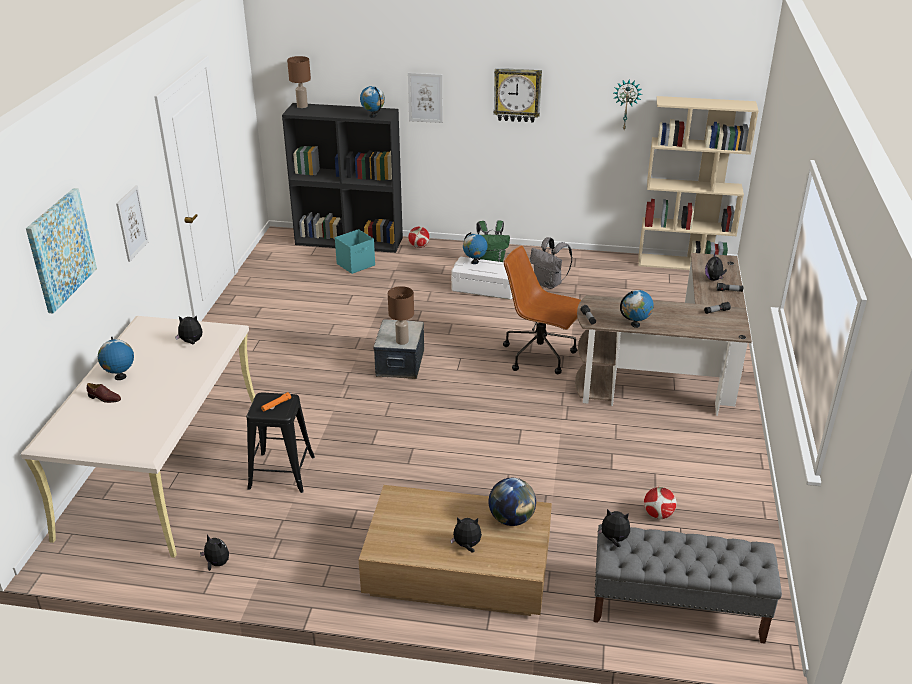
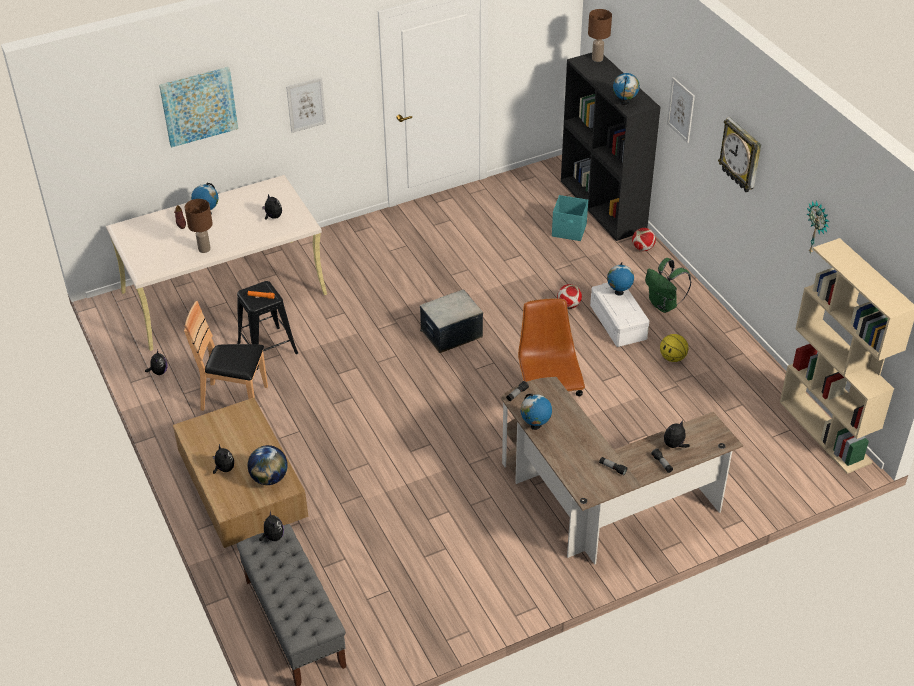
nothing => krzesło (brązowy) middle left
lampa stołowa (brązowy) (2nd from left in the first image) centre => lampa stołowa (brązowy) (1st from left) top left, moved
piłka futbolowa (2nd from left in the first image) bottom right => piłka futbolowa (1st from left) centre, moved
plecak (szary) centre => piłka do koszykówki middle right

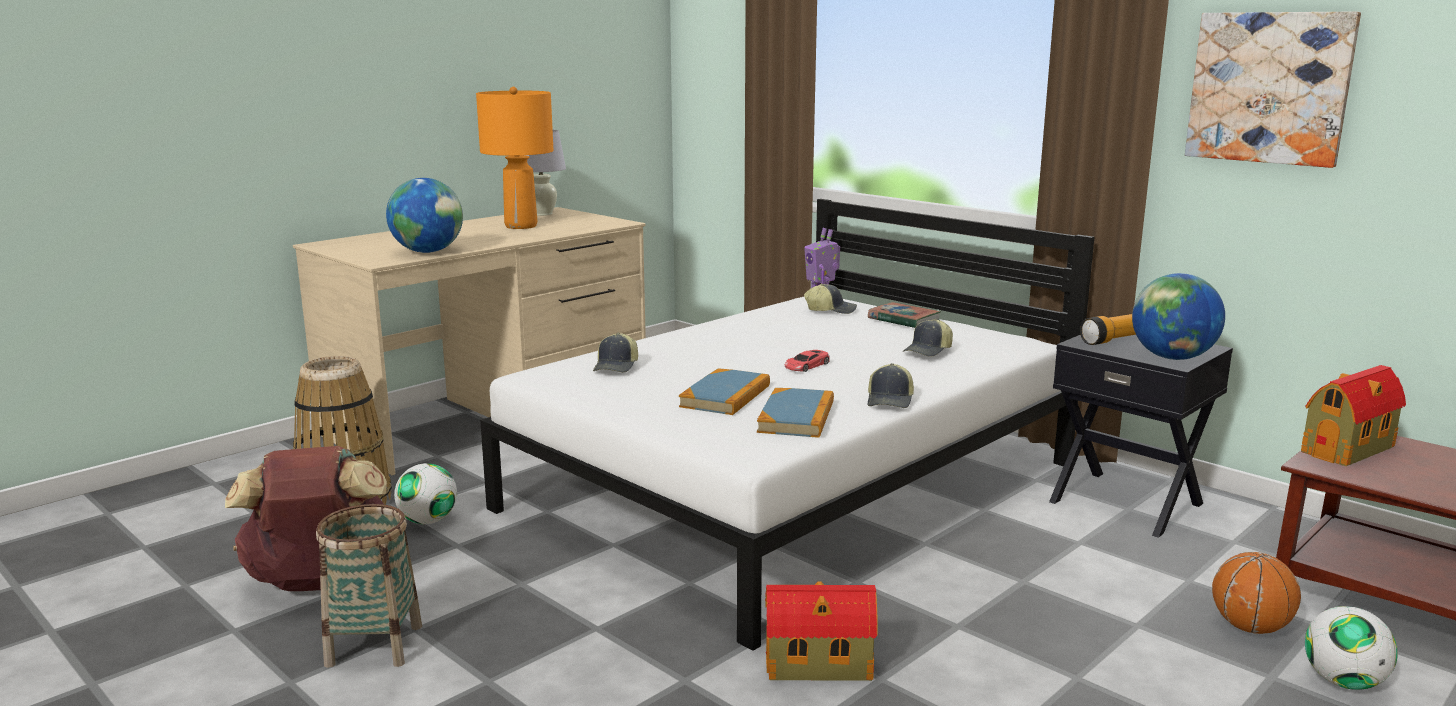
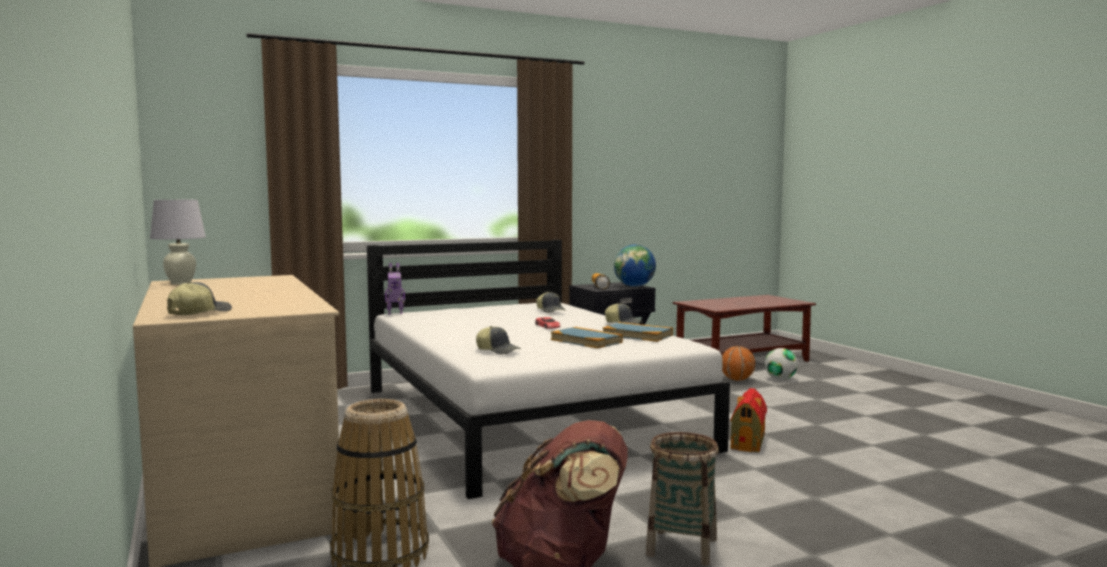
globus (1st from left) top left => nothing
piłka futbolowa (1st from left) bottom left => nothing
lampa stołowa (pomarańczowy) top centre => nothing
książka (3rd from left) centre => nothing
obraz top right => nothing
domek (2nd from left) middle right => nothing
czapka z daszkiem (2nd from left in the first image) centre => czapka z daszkiem (1st from left) middle left, moved

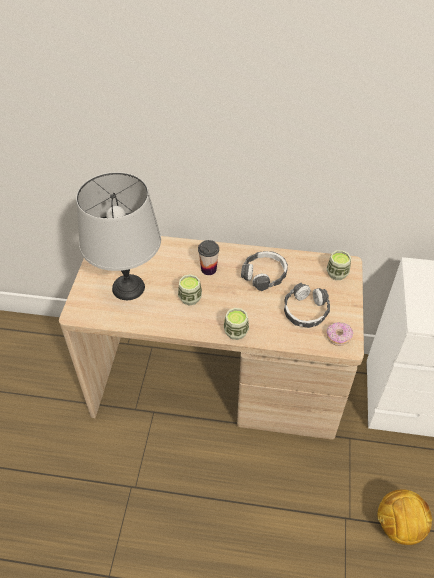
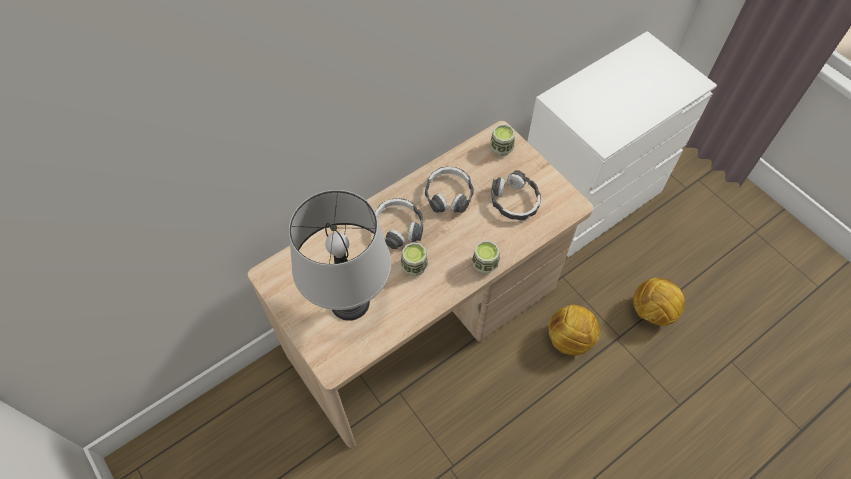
donut middle right => nothing
nothing => piłka futbolowa (1st from left) bottom right
filiżanka (2nd from left) centre => słuchawki (1st from left) centre

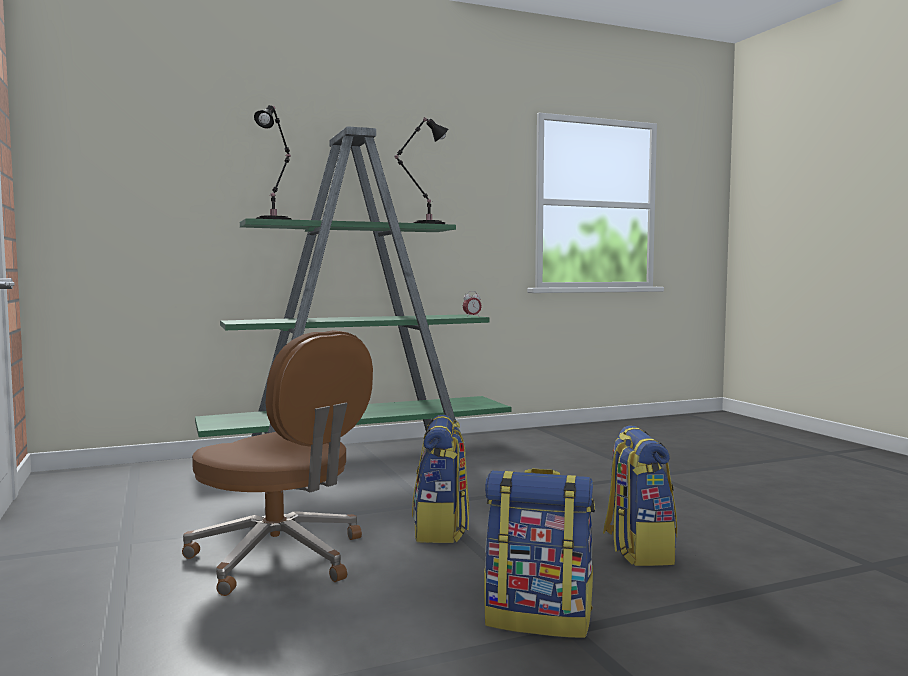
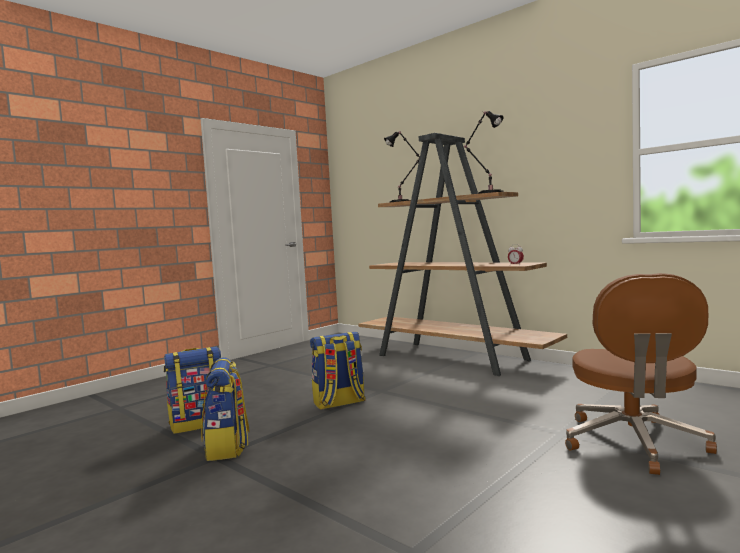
krzesło biurowe (brązowy) bottom left => krzesło biurowe (brązowy) bottom right, moved
plecak (3rd from left in the first image) bottom right => plecak (1st from left) bottom left, moved
regał (zielony) centre => regał (brązowy) centre

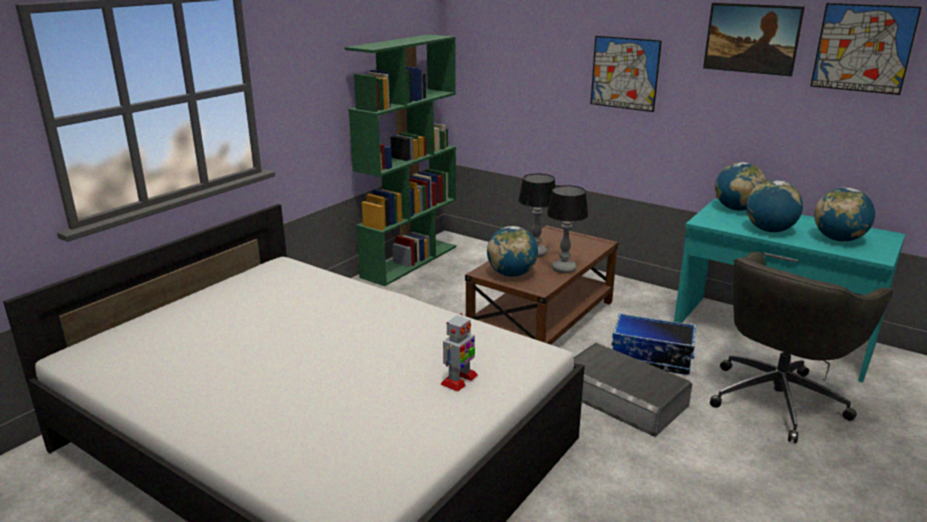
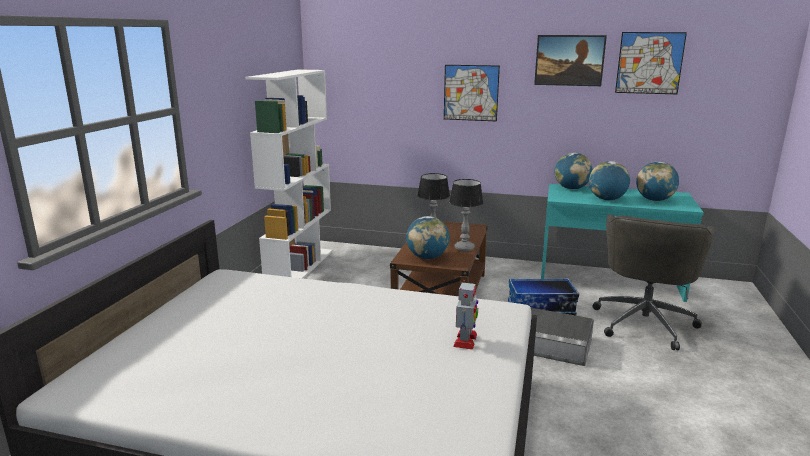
regał (zielony) top centre => regał (biały) centre

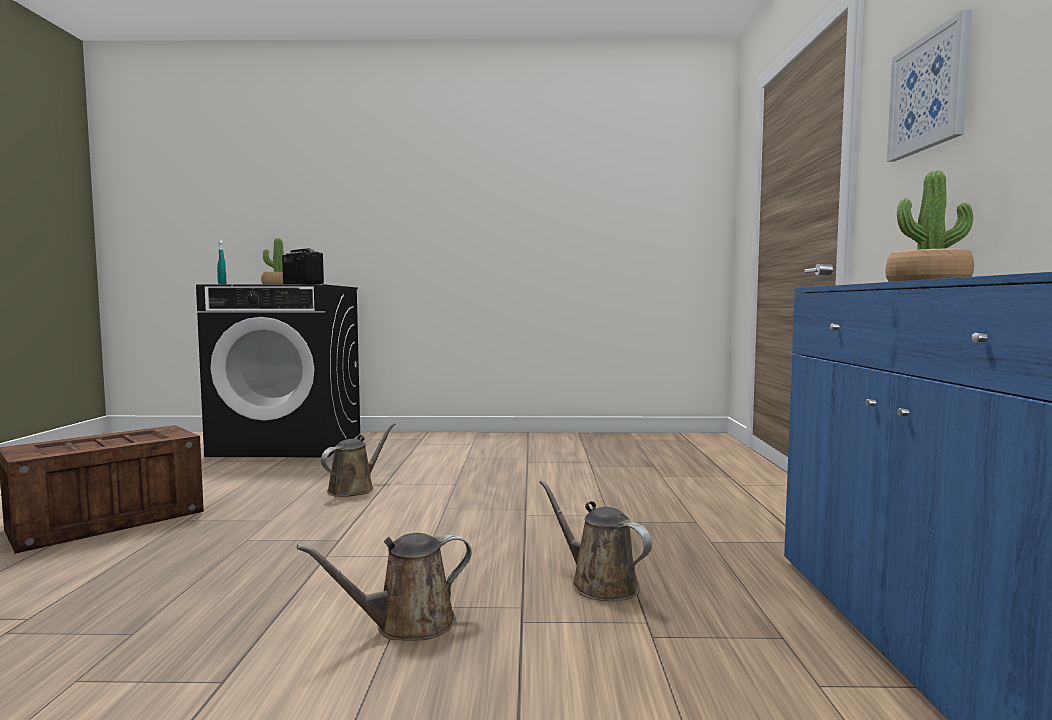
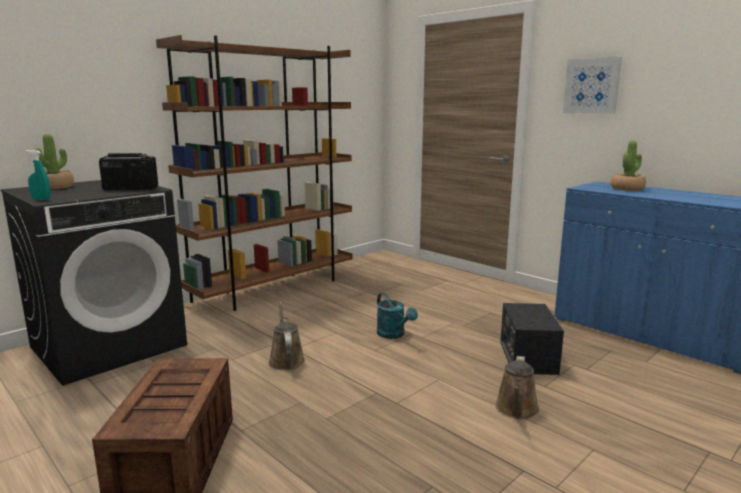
nothing => regał (brązowy) centre
nothing => konewka (turkusowy) centre
konewka (brązowy) (3rd from left) bottom centre => radio (2nd from left) bottom right

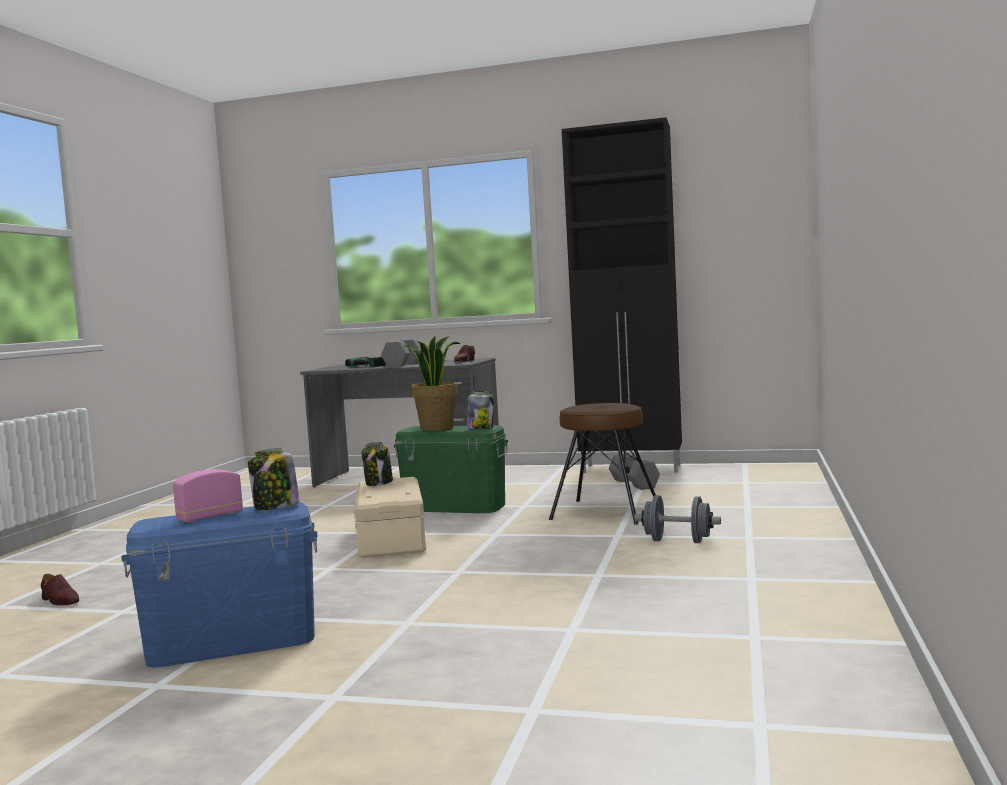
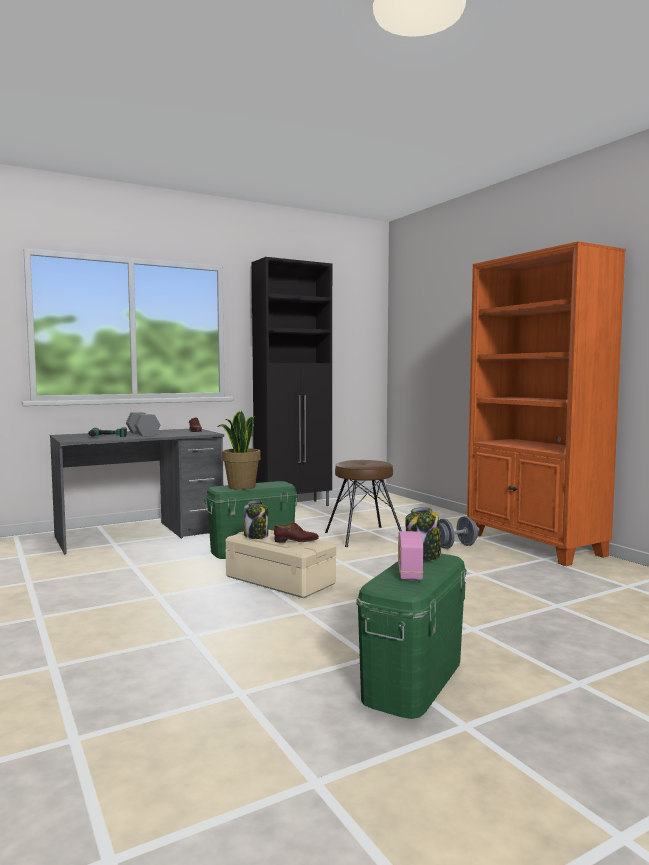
słoik (3rd from left) centre => nothing
hantel (szary) (2nd from left) centre => nothing
nothing => regał (pomarańczowy) middle right
but (brązowy) (1st from left in the first image) bottom left => but (brązowy) (2nd from left) centre, moved
pojemnik do przechowywania (niebieski) bottom left => pojemnik do przechowywania (zielony) (2nd from left) bottom centre

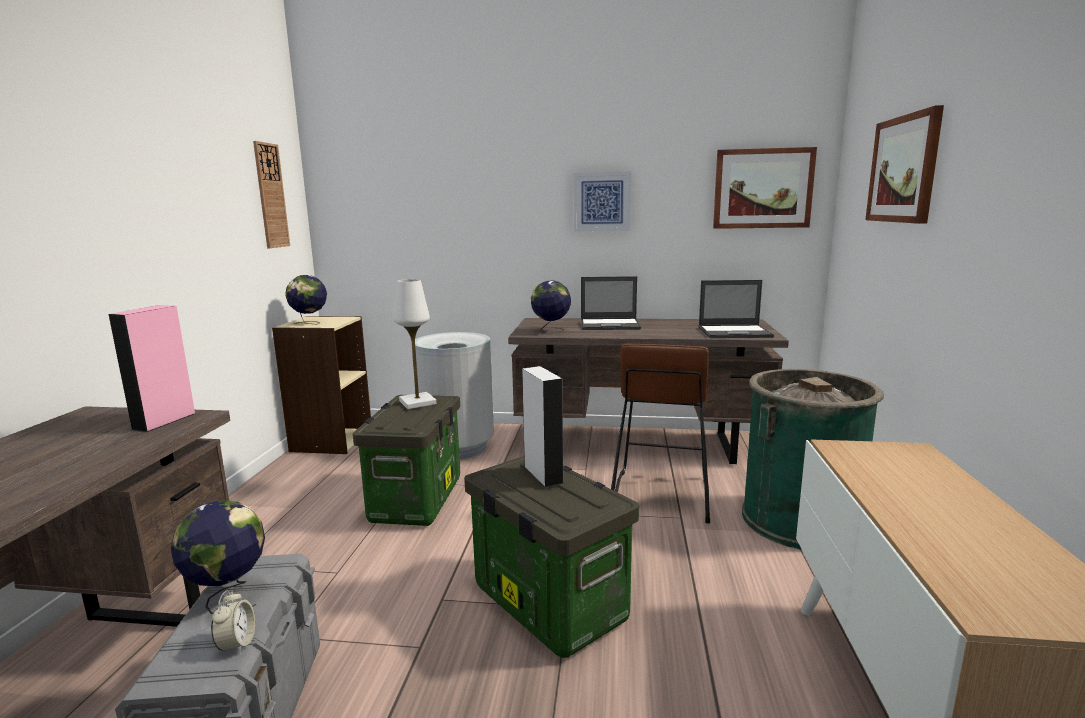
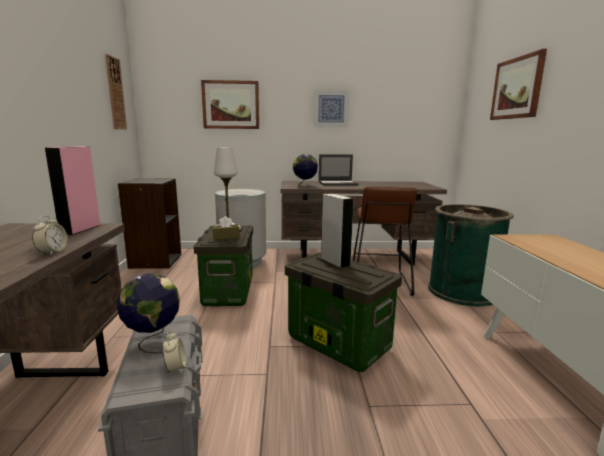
globus (2nd from left) middle left => nothing
laptop (2nd from left) middle right => nothing
nothing => budzik (1st from left) middle left
nothing => pudełko chusteczek (brązowy) centre
obraz (2nd from left in the first image) top right => obraz (1st from left) top centre, moved
regał (beżowy) middle left => regał (czarny) middle left

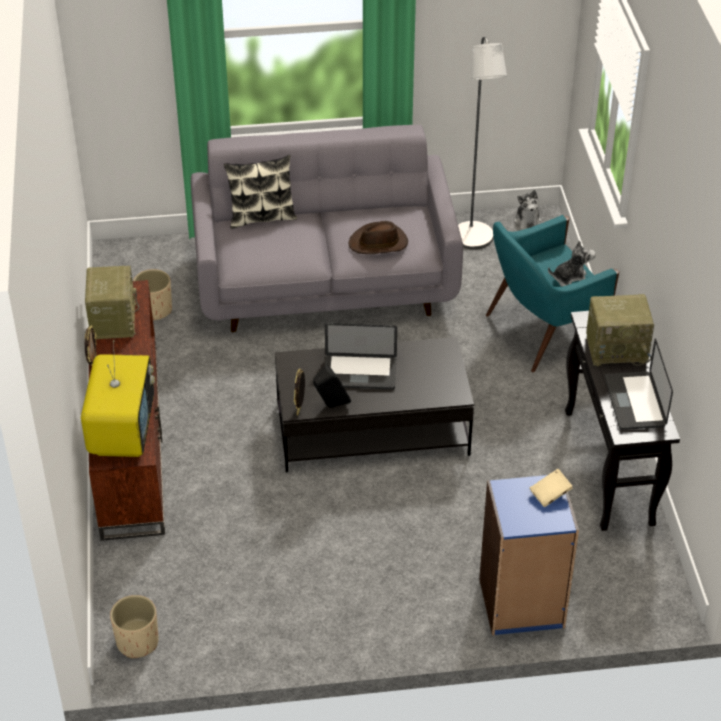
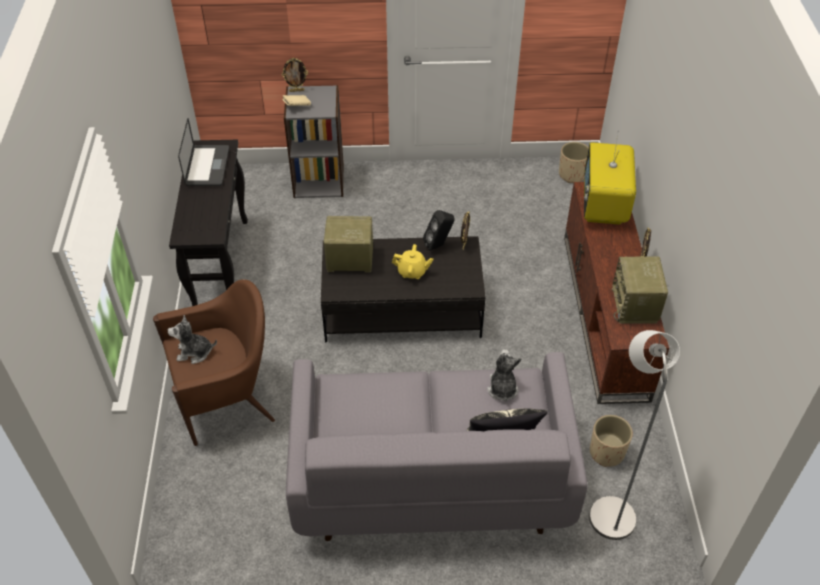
kapelusz (brązowy) top centre => nothing
nothing => ramka na zdjęcie (1st from left) top centre
lampa stojąca (szary) top right => lampa stojąca (szary) bottom right, moved
pluszak (1st from left in the first image) top right => pluszak (2nd from left) centre, moved
radio (2nd from left in the first image) middle right => radio (1st from left) centre, moved
laptop (1st from left) centre => imbryk (żółty) centre
regał (niebieski) bottom right => regał (szary) top centre
fotel (turkusowy) middle right => fotel (brązowy) middle left

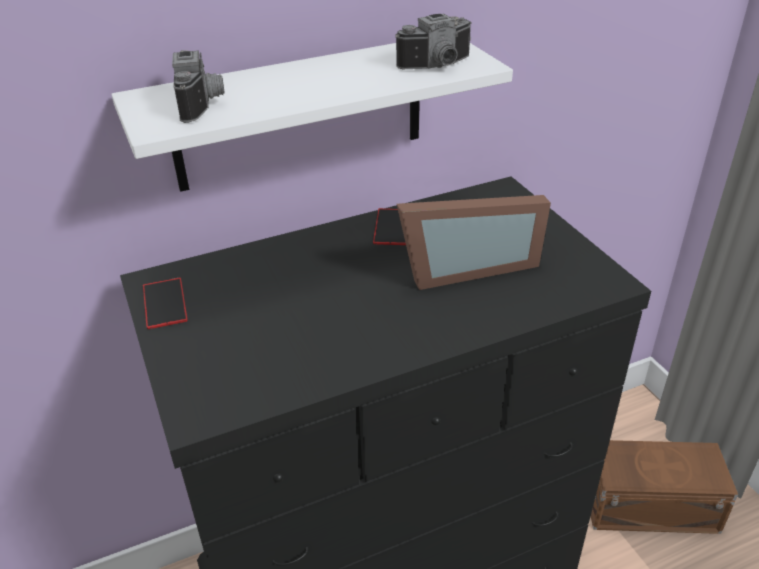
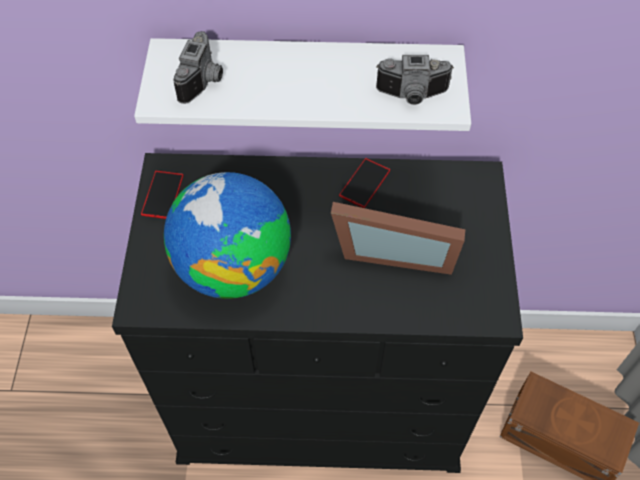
nothing => globus centre

